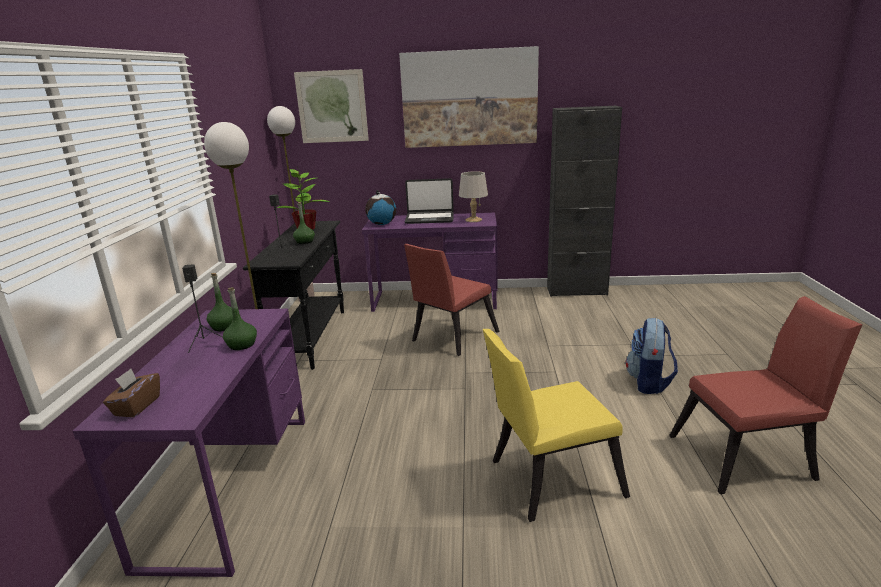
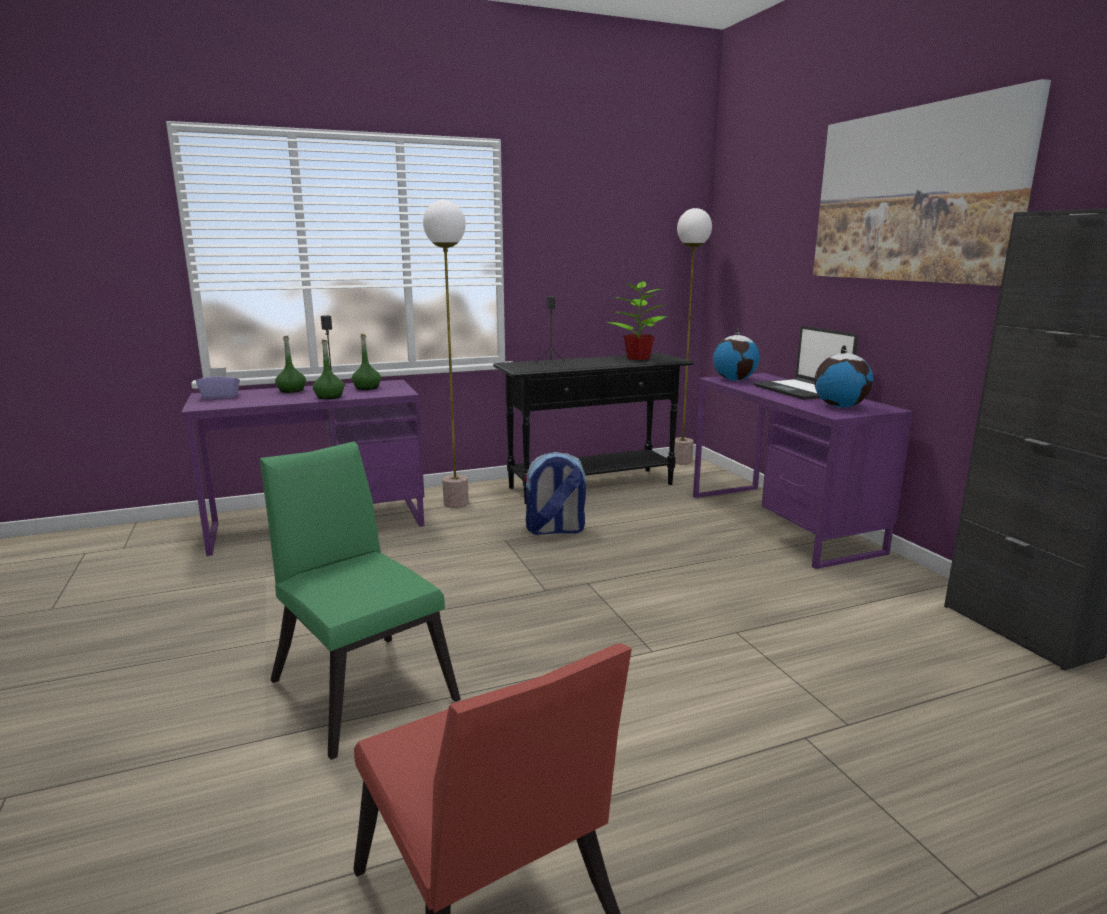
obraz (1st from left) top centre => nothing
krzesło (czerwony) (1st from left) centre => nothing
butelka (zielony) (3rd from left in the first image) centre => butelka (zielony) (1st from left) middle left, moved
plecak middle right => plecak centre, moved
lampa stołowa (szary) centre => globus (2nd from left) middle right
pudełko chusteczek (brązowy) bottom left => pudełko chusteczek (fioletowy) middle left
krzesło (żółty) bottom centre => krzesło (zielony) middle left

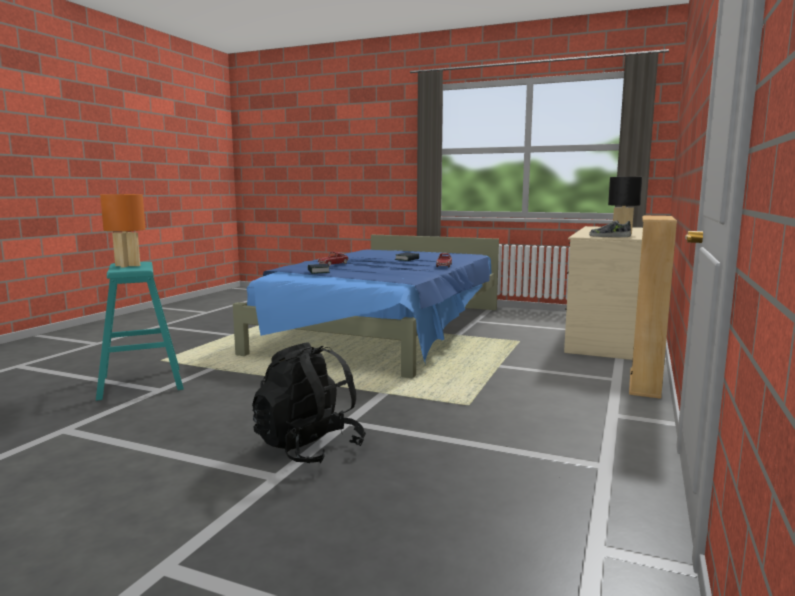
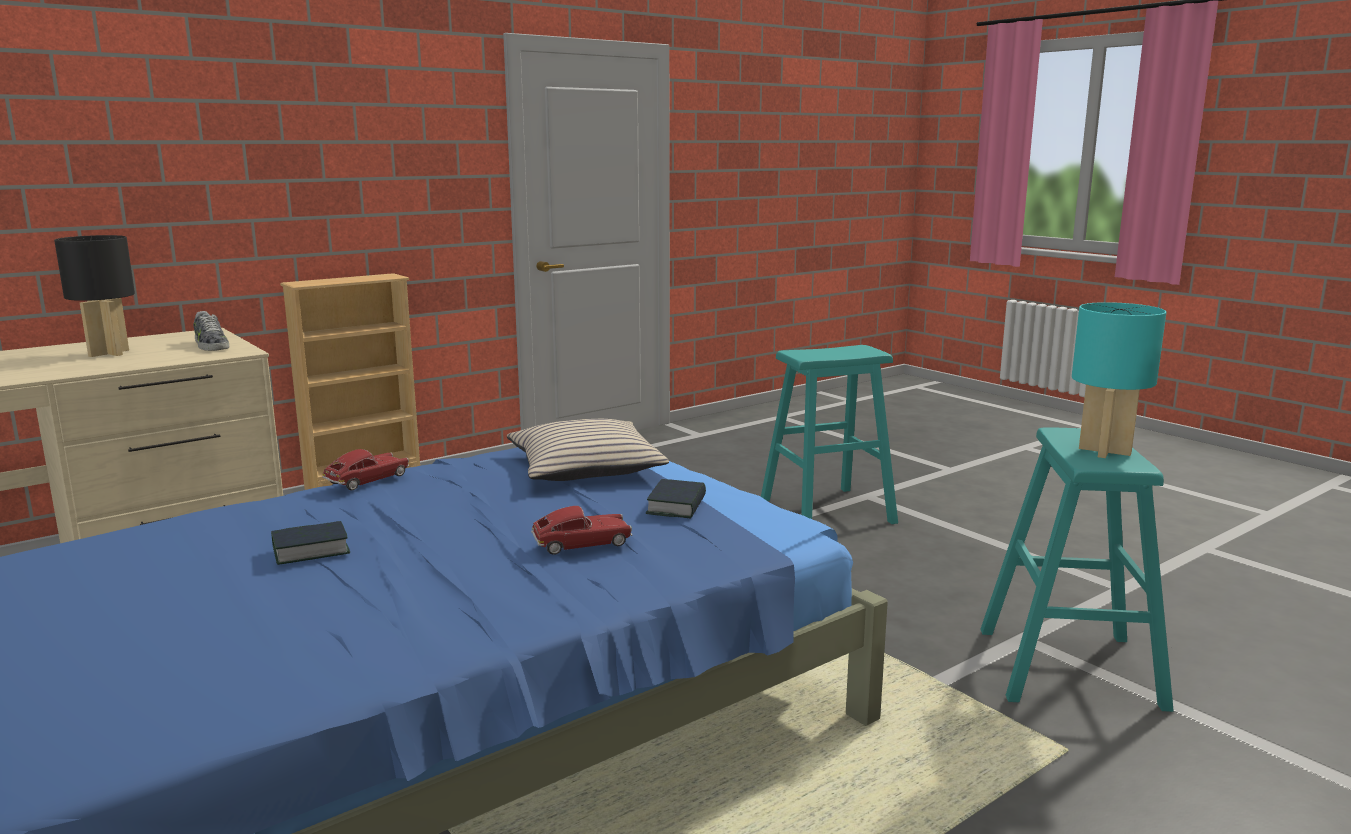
nothing => poduszka (beżowy) centre
plecak (czarny) bottom centre => stołek (turkusowy) (1st from left) centre
lampa stołowa (pomarańczowy) middle left => lampa stołowa (turkusowy) middle right

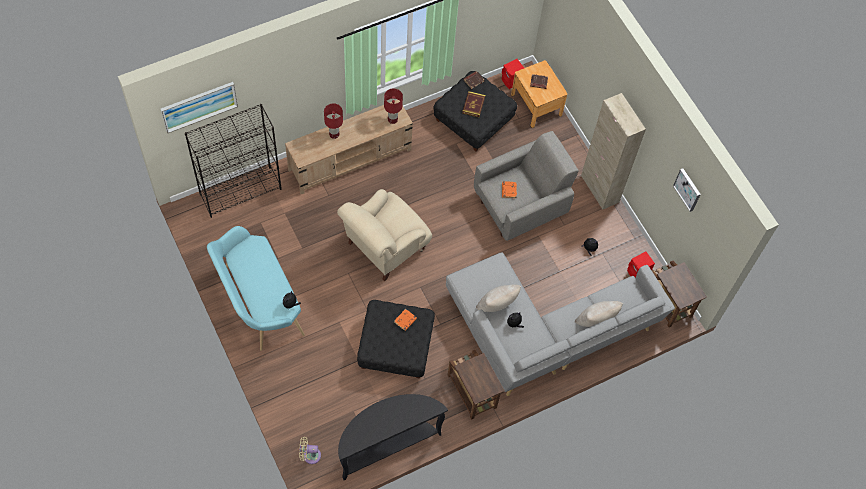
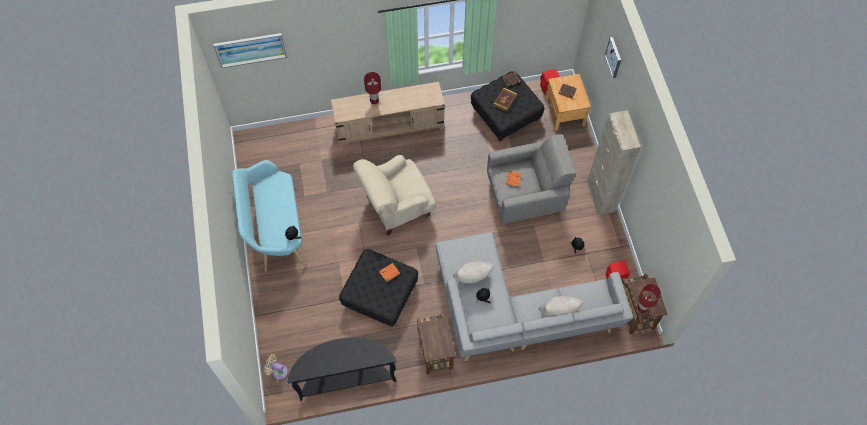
regał (czarny) top left => nothing
lampa stołowa (czerwony) (2nd from left) top centre => lampa stołowa (czerwony) (2nd from left) bottom right, moved
obraz (2nd from left) middle right => obraz (2nd from left) top right, moved

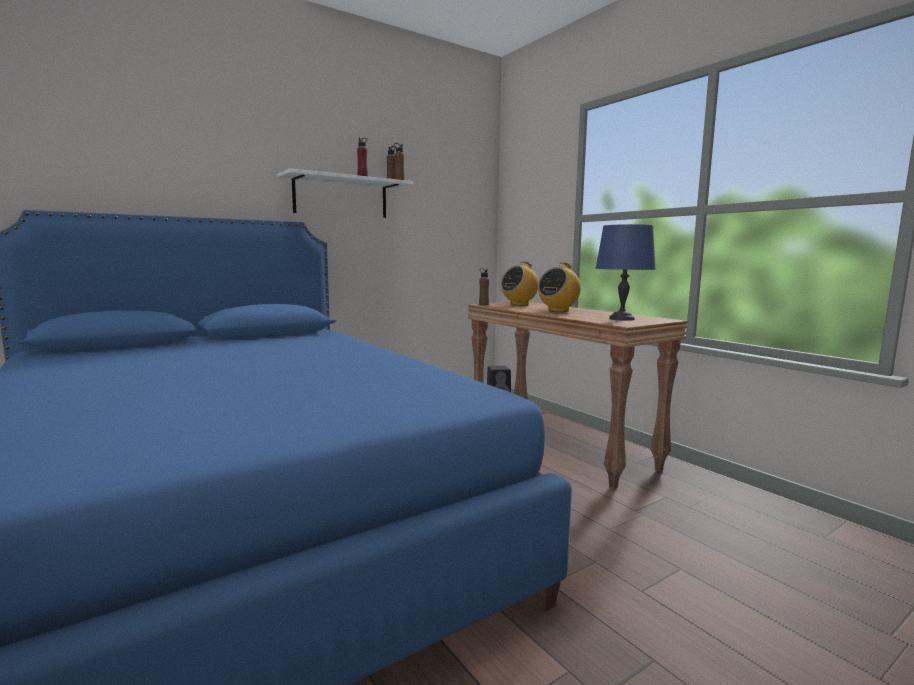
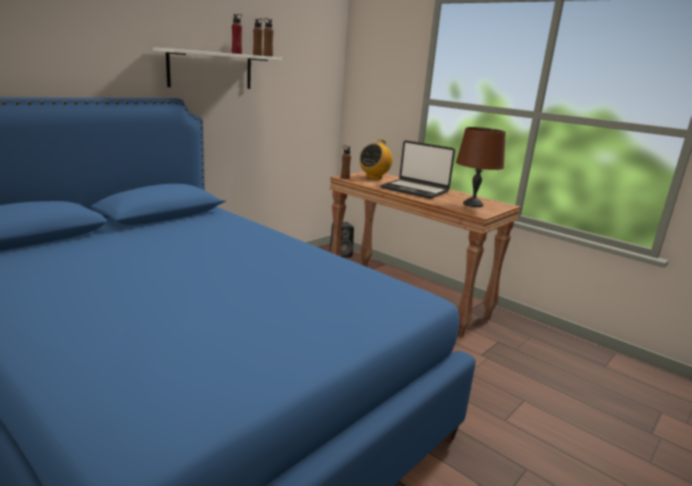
radio (2nd from left) centre => laptop centre
lampa stołowa (niebieski) middle right => lampa stołowa (brązowy) middle right

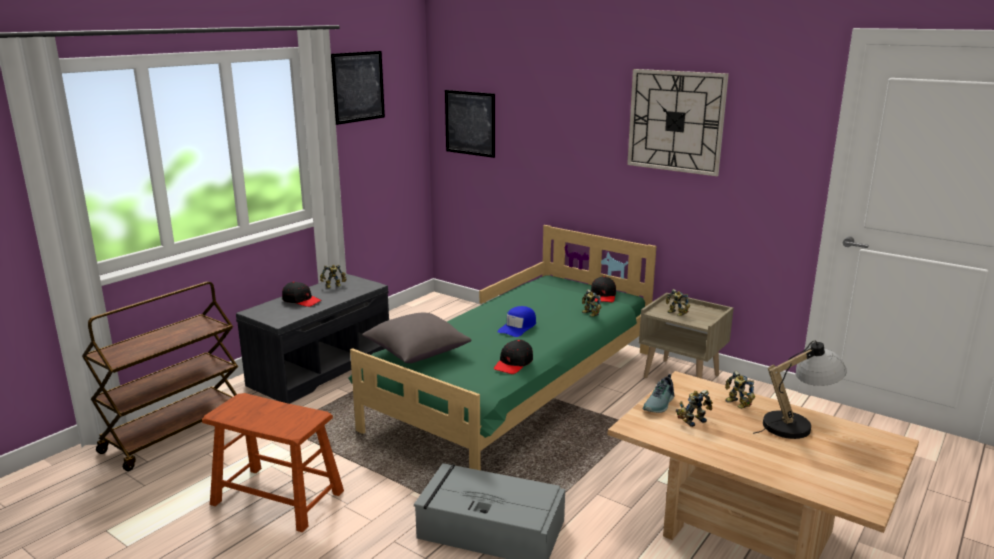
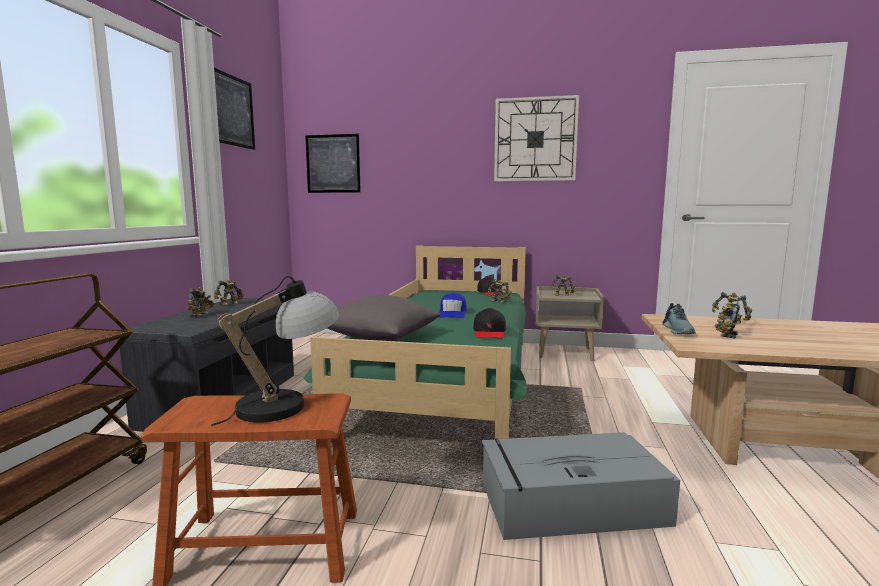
lampa stołowa bottom right => lampa stołowa middle left, moved
czapka z daszkiem (czarny) (1st from left) middle left => robot zabawkowy (1st from left) middle left

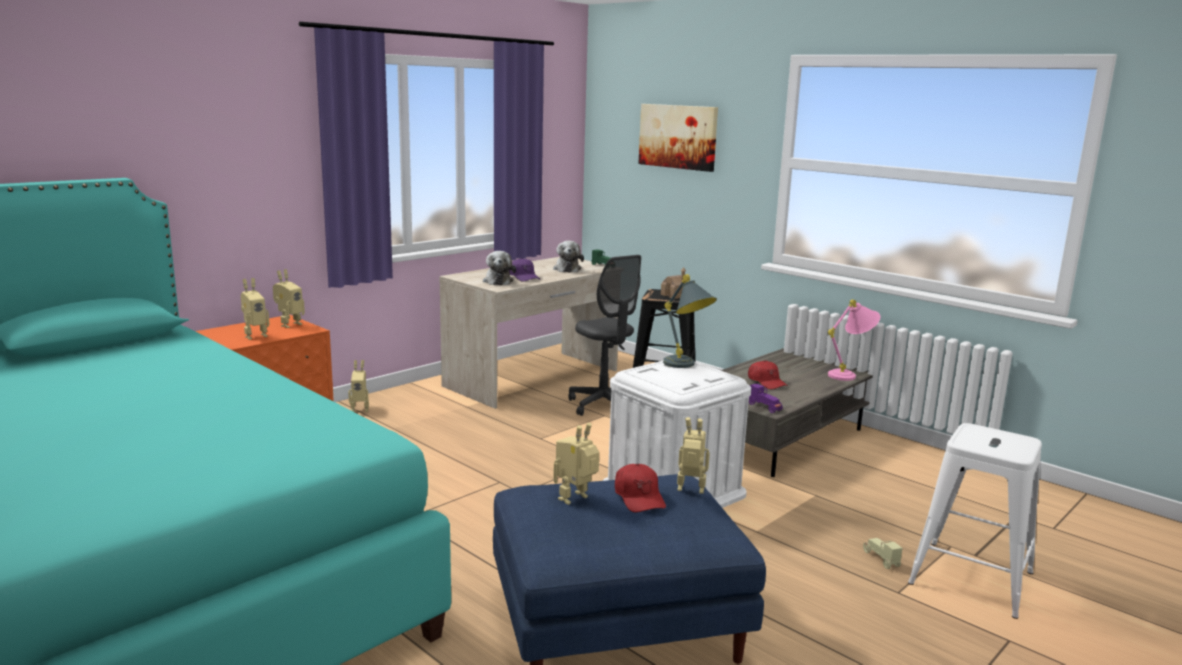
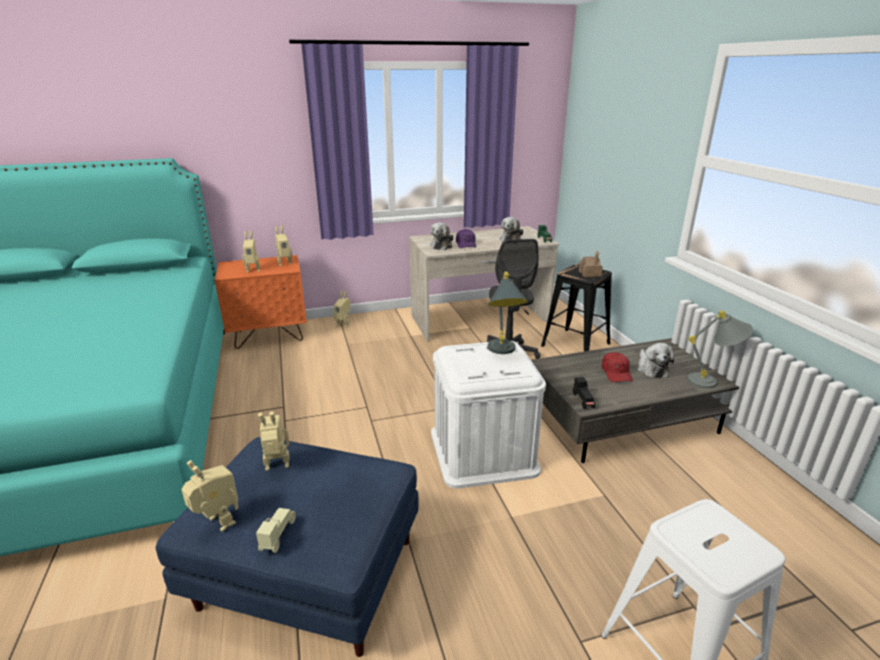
czapka z daszkiem (czerwony) (1st from left) bottom centre => nothing
obraz top centre => nothing
nothing => pluszak (3rd from left) middle right
robot zabawkowy (5th from left in the first image) bottom centre => robot zabawkowy (1st from left) bottom left, moved
samochodzik (beżowy) bottom right => samochodzik (beżowy) bottom left, moved
samochodzik (fioletowy) centre => samochodzik (czarny) centre
lampa stołowa (różowy) middle right => lampa stołowa (szary) (2nd from left) middle right

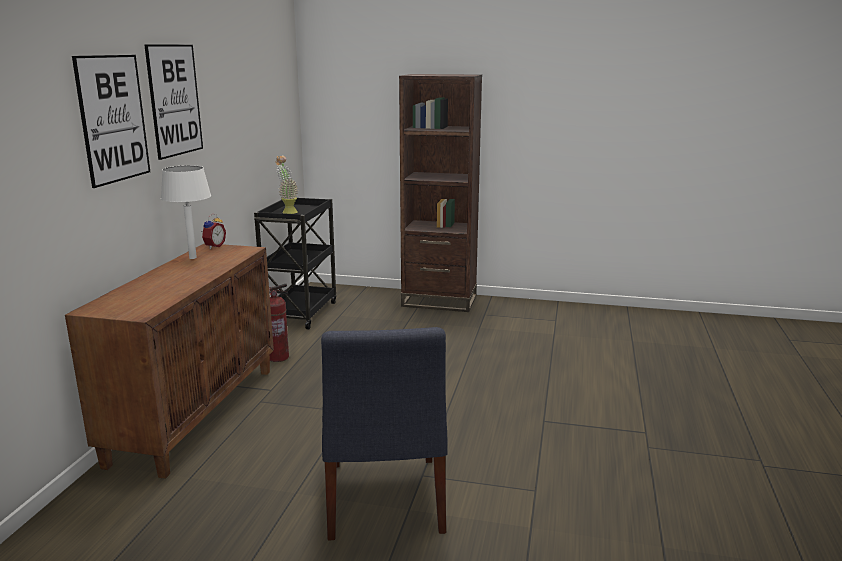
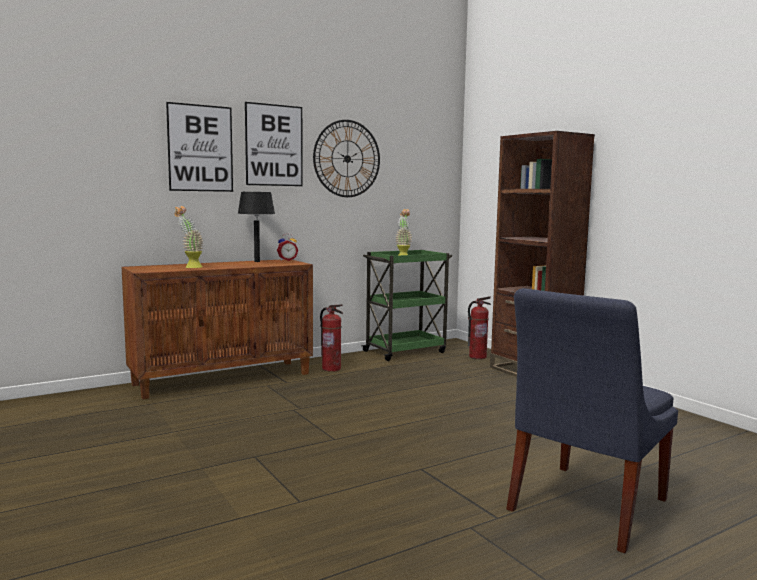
nothing => roślina doniczkowa (1st from left) middle left
nothing => zegar ścienny top centre
nothing => gaśnica (2nd from left) centre
krzesło (niebieski) bottom centre => krzesło (niebieski) bottom right, moved
lampa stołowa (biały) middle left => lampa stołowa (czarny) centre
wózek (czarny) centre => wózek (zielony) centre

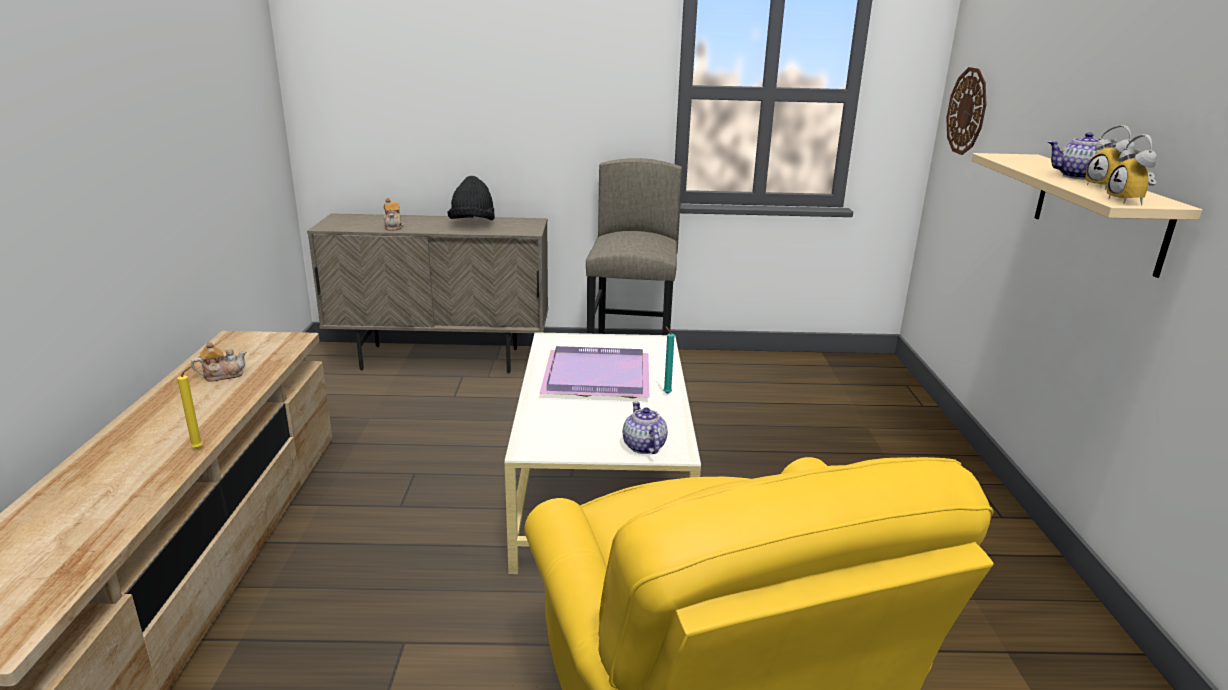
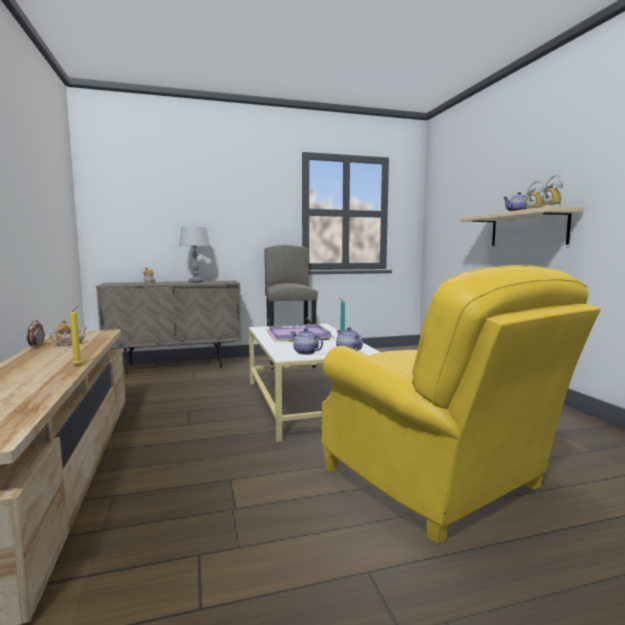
zegar ścienny top right => nothing
nothing => budzik (1st from left) middle left
nothing => imbryk (3rd from left) centre
kapelusz (czarny) top centre => lampa stołowa (szary) middle left

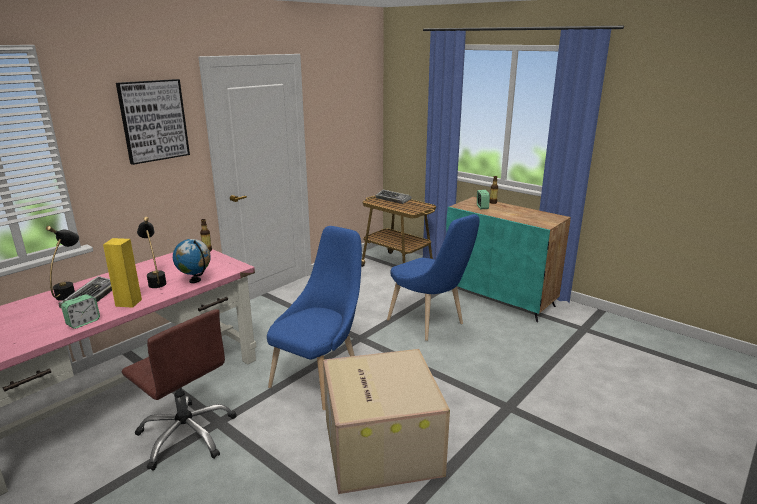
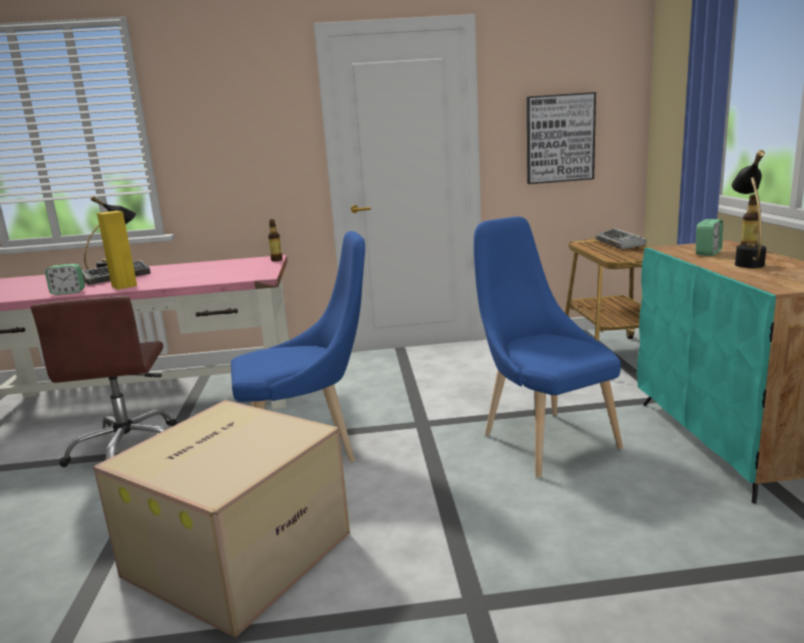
globus middle left => nothing
obraz top left => obraz top right, moved
lampa stołowa (czarny) (2nd from left) middle left => lampa stołowa (czarny) (2nd from left) top right, moved
krzesło (niebieski) (2nd from left) centre => krzesło (niebieski) (2nd from left) middle right, 150 degrees clockwise

